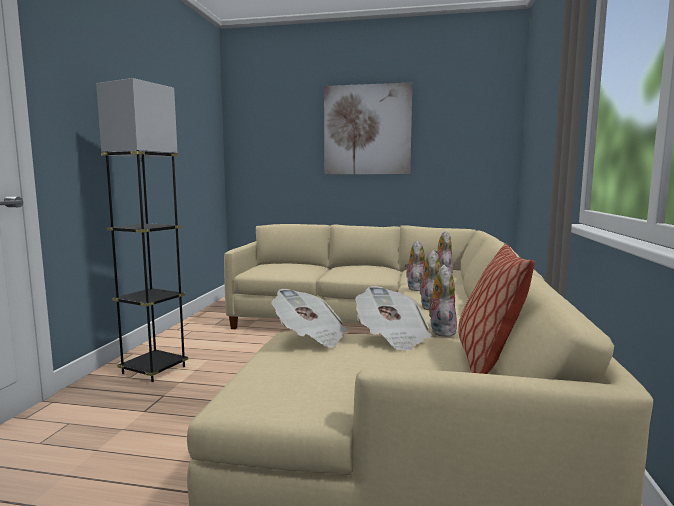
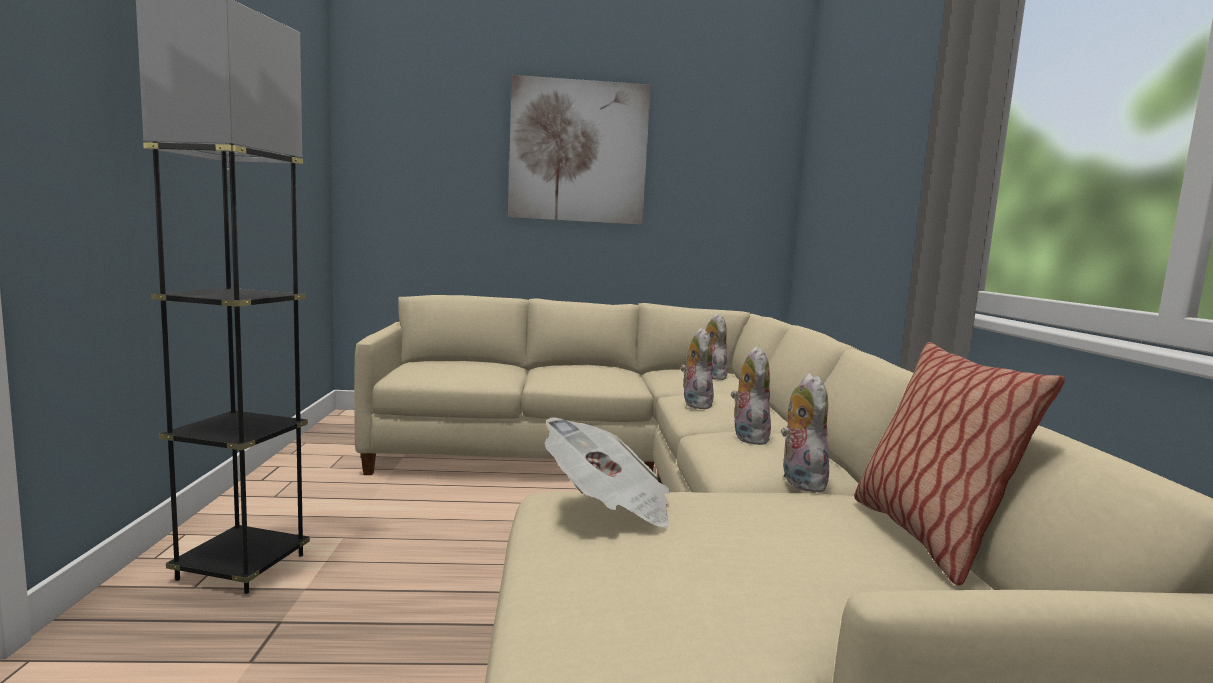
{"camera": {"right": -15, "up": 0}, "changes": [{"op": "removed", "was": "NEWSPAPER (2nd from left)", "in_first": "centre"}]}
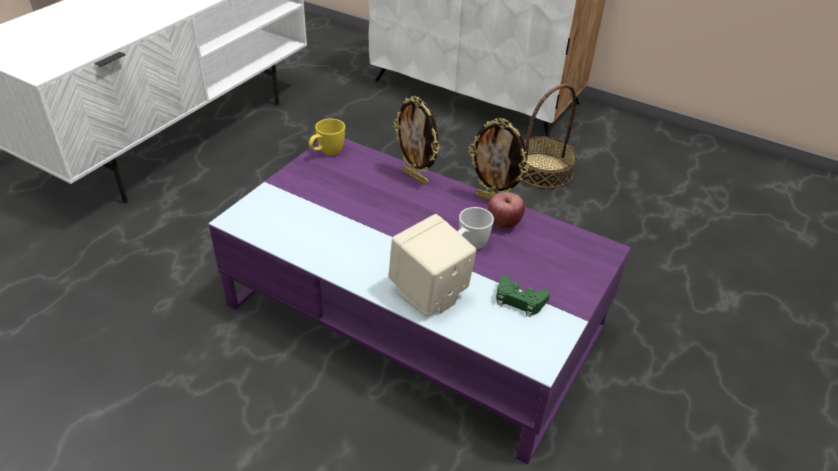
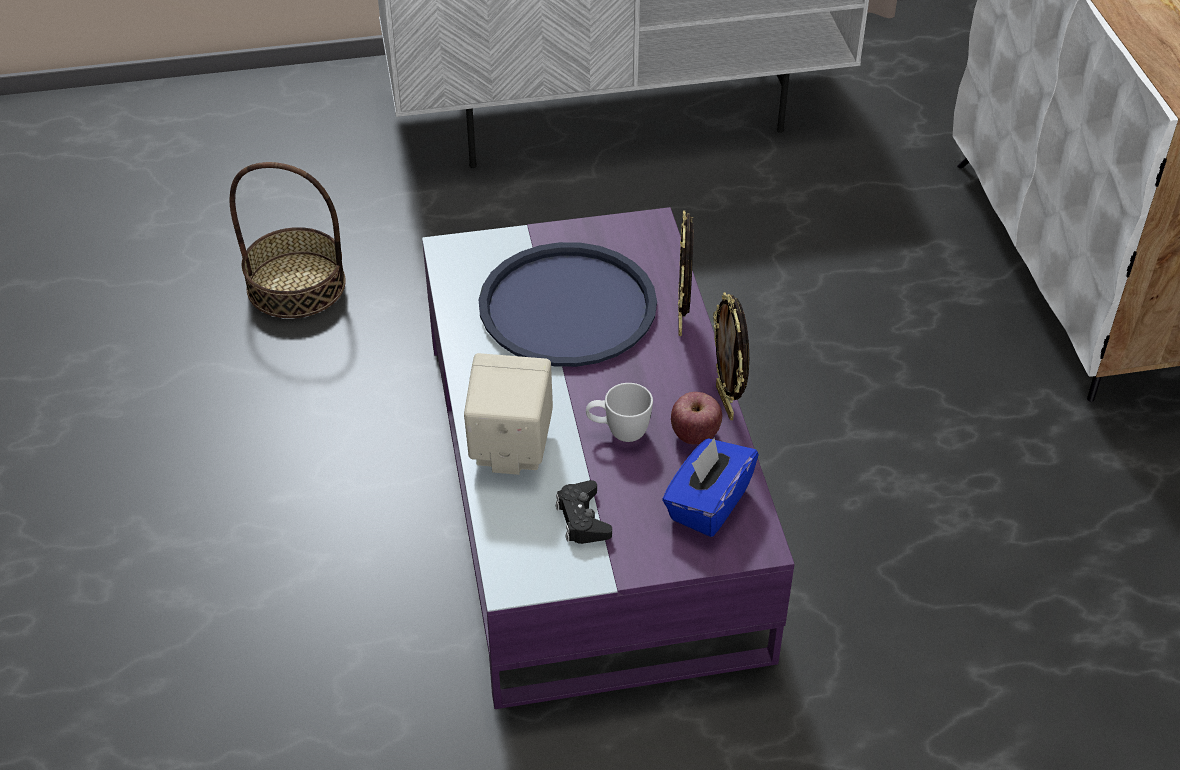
{"camera": {"right": 50, "up": 5}, "changes": [{"op": "removed", "was": "YELLOWISH COFFEE MUG", "in_first": "top centre"}, {"op": "recoloured", "was": "GREENISH GAMEPAD", "now": "BLACK-COLOURED GAMEPAD", "in_first": "centre", "in_second": "centre"}, {"op": "moved", "was": "STORAGE BASKET", "in_first": "top centre", "in_second": "top left"}, {"op": "added", "now": "BLUE TRAY", "in_second": "centre"}, {"op": "added", "now": "BLUE TISSUE HOLDER", "in_second": "centre"}]}
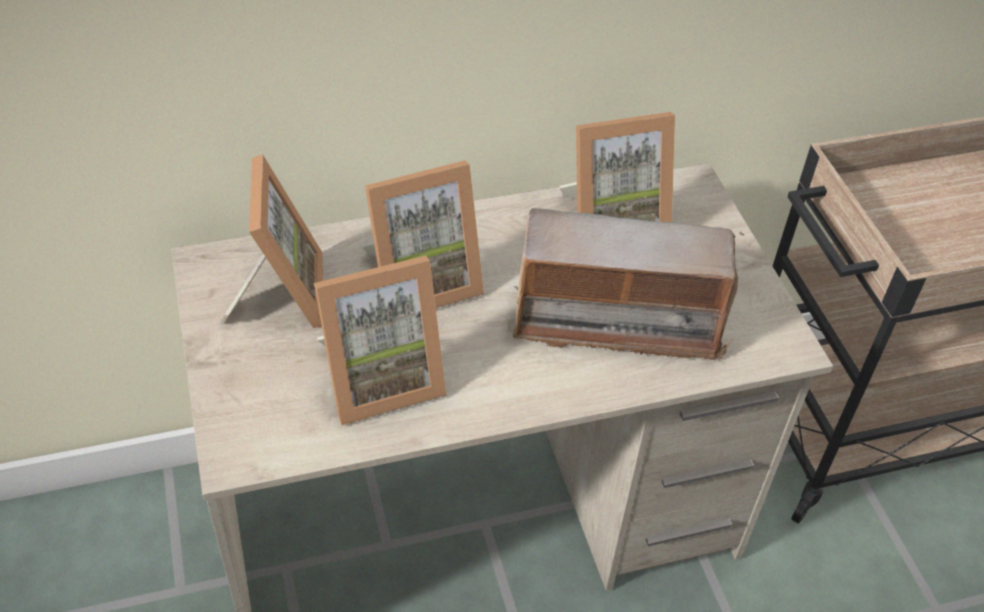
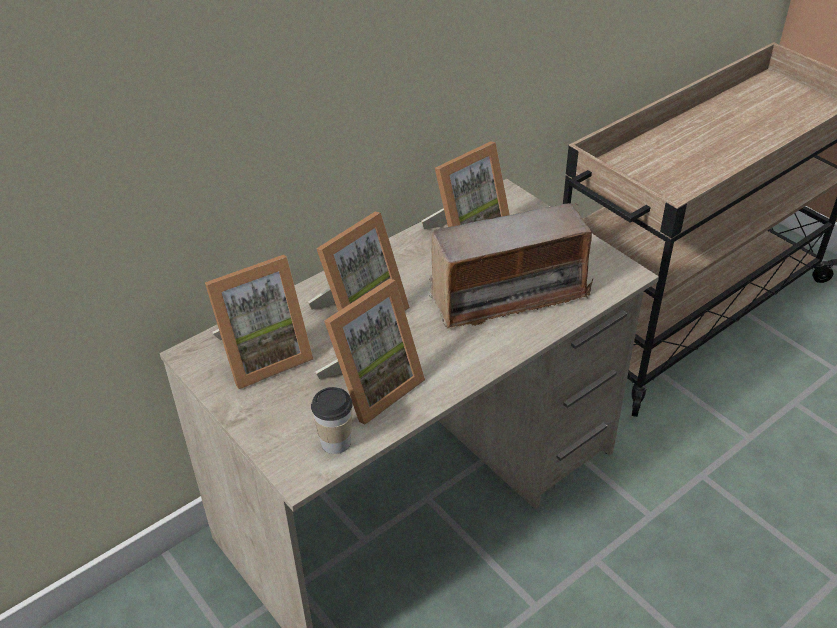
{"camera": {"right": -20, "up": -5}, "changes": [{"op": "turned", "was": "PICTURE FRAME (1st from left)", "in_first": "middle left", "in_second": "middle left", "clockwise": 90}, {"op": "added", "now": "CUP", "in_second": "bottom centre"}]}
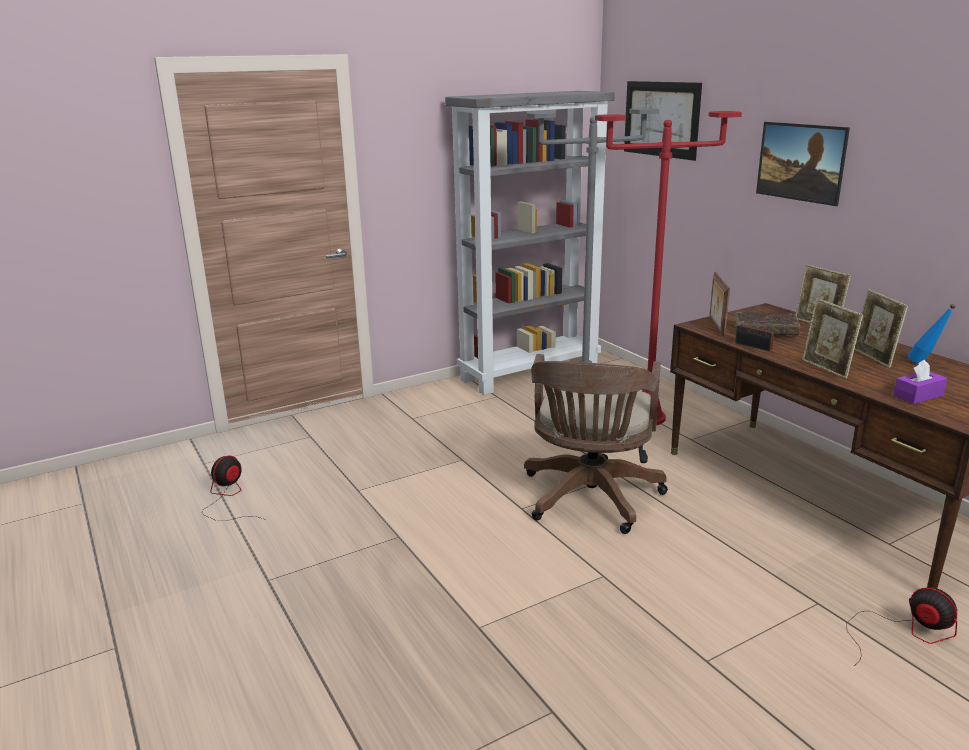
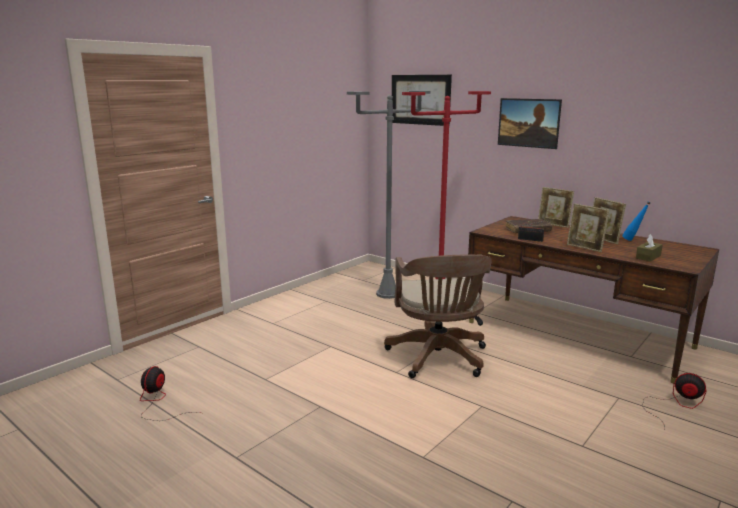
{"camera": {"right": -20, "up": -5}, "changes": [{"op": "removed", "was": "GRAY BOOKCASE", "in_first": "top centre"}, {"op": "removed", "was": "PICTURE FRAME (1st from left)", "in_first": "middle right"}, {"op": "recoloured", "was": "PURPLISH TISSUE HOLDER", "now": "BROWN-COLOURED TISSUE HOLDER", "in_first": "middle right", "in_second": "middle right"}]}
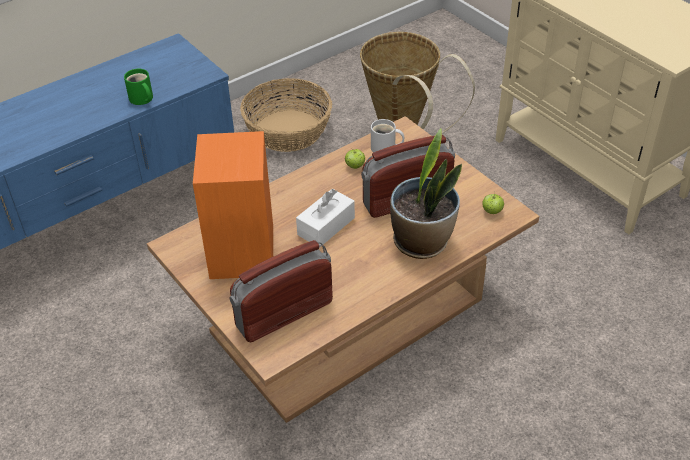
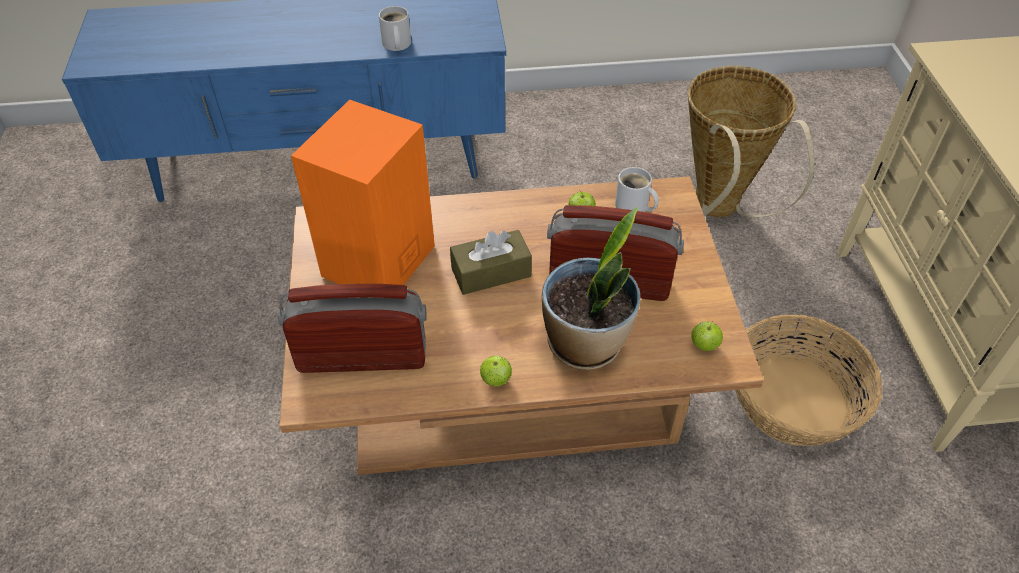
{"camera": {"right": 30, "up": 5}, "changes": [{"op": "recoloured", "was": "GREENISH COFFEE MUG", "now": "WHITE-COLOURED COFFEE MUG (1st from left)", "in_first": "top left", "in_second": "top centre"}, {"op": "moved", "was": "STORAGE BASKET (1st from left in the first image)", "now": "STORAGE BASKET (2nd from left)", "in_first": "top centre", "in_second": "middle right"}, {"op": "recoloured", "was": "WHITE-COLOURED TISSUE HOLDER", "now": "BROWN-COLOURED TISSUE HOLDER", "in_first": "centre", "in_second": "centre"}, {"op": "added", "now": "APPLE FRUIT (1st from left)", "in_second": "centre"}]}
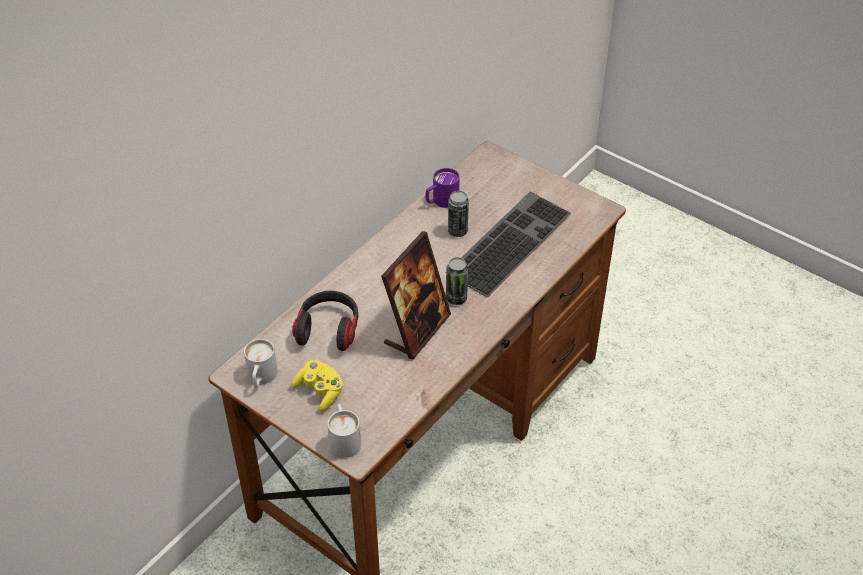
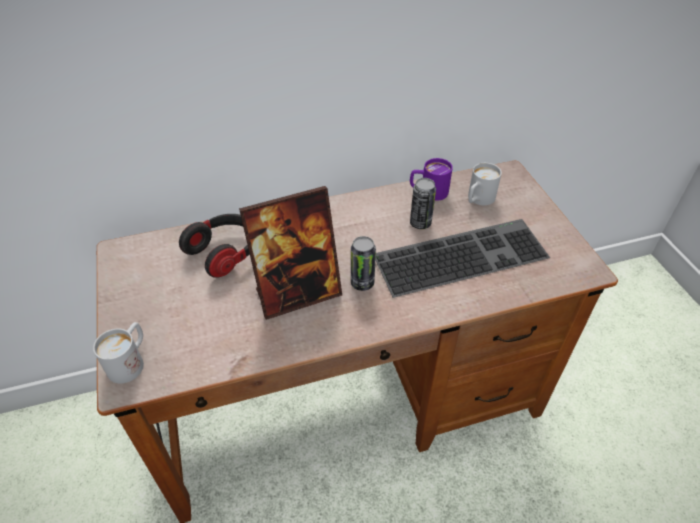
{"camera": {"right": 35, "up": 0}, "changes": [{"op": "moved", "was": "WHITE-COLOURED COFFEE MUG (1st from left in the first image)", "now": "WHITE-COLOURED COFFEE MUG (2nd from left)", "in_first": "middle left", "in_second": "middle right"}, {"op": "removed", "was": "YELLOWISH GAMEPAD", "in_first": "bottom centre"}]}
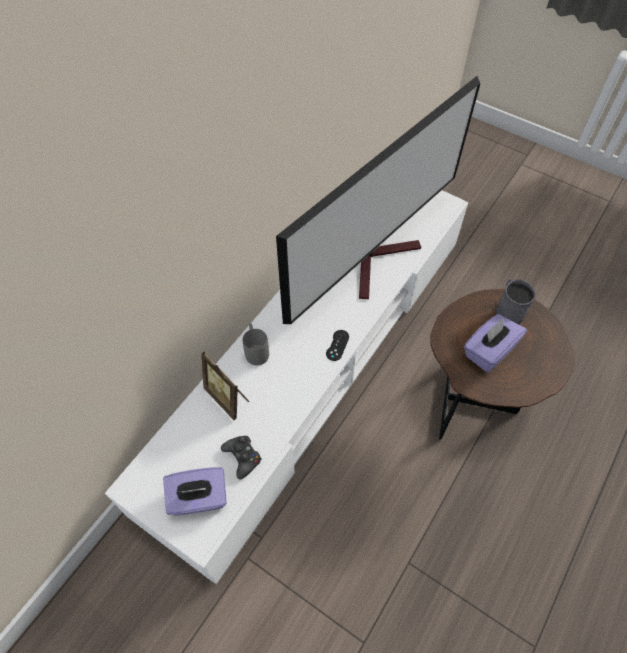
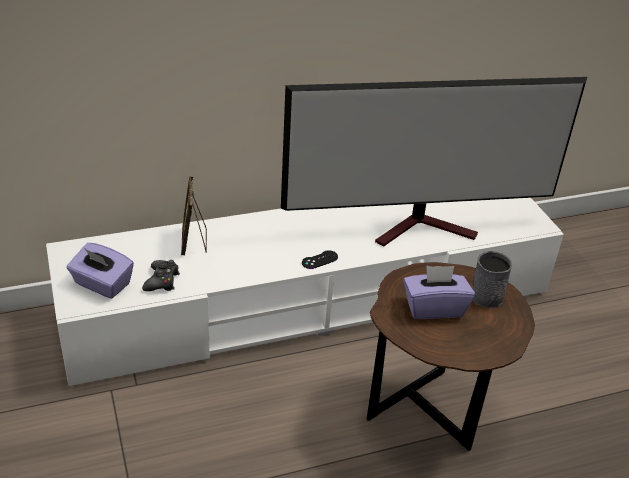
{"camera": {"right": 35, "up": -20}, "changes": [{"op": "removed", "was": "GRAY COFFEE MUG (1st from left)", "in_first": "centre"}]}
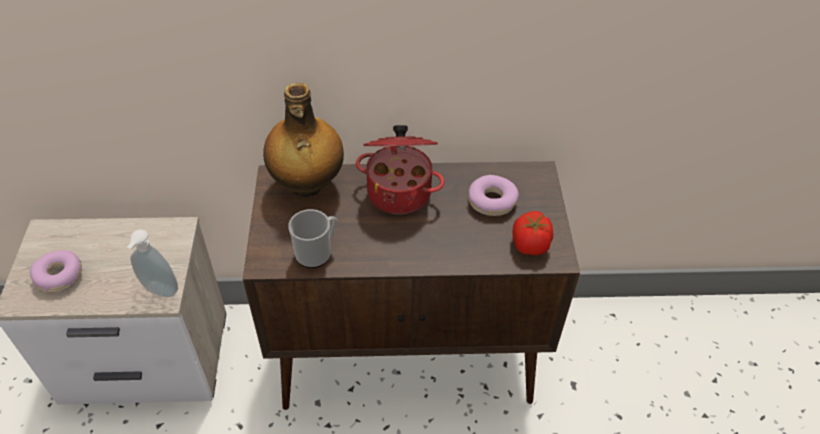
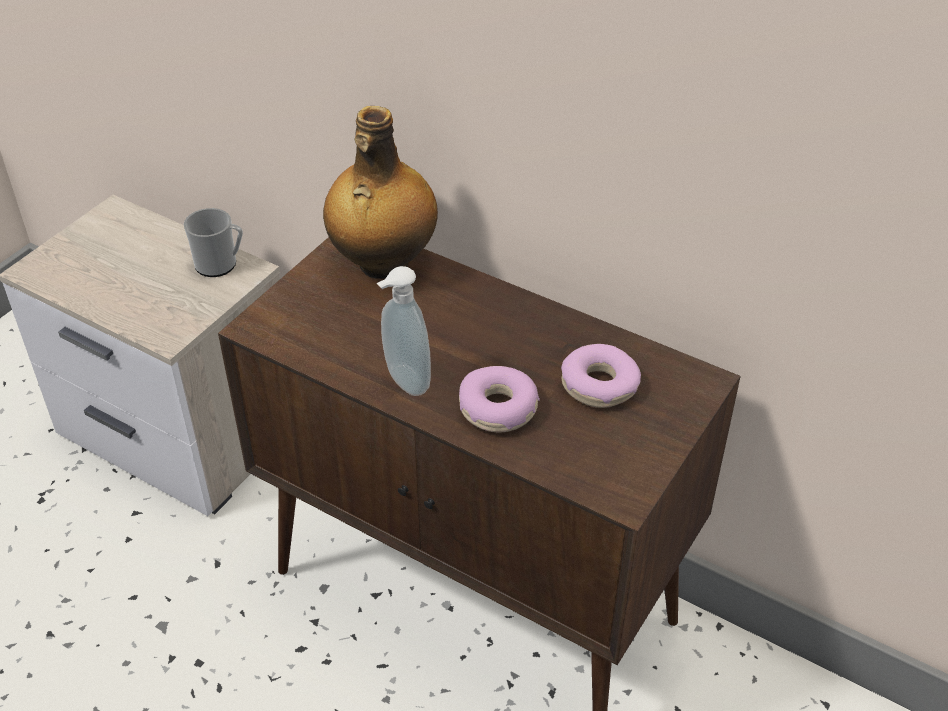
{"camera": {"right": 35, "up": -5}, "changes": [{"op": "moved", "was": "RING DOUGHNUT (1st from left)", "in_first": "middle left", "in_second": "centre"}, {"op": "moved", "was": "LIQUID SOAP BOTTLE", "in_first": "middle left", "in_second": "centre"}, {"op": "moved", "was": "COFFEE MUG", "in_first": "centre", "in_second": "middle left"}, {"op": "removed", "was": "STOCKPOT", "in_first": "centre"}, {"op": "removed", "was": "FRESH TOMATO", "in_first": "centre"}]}
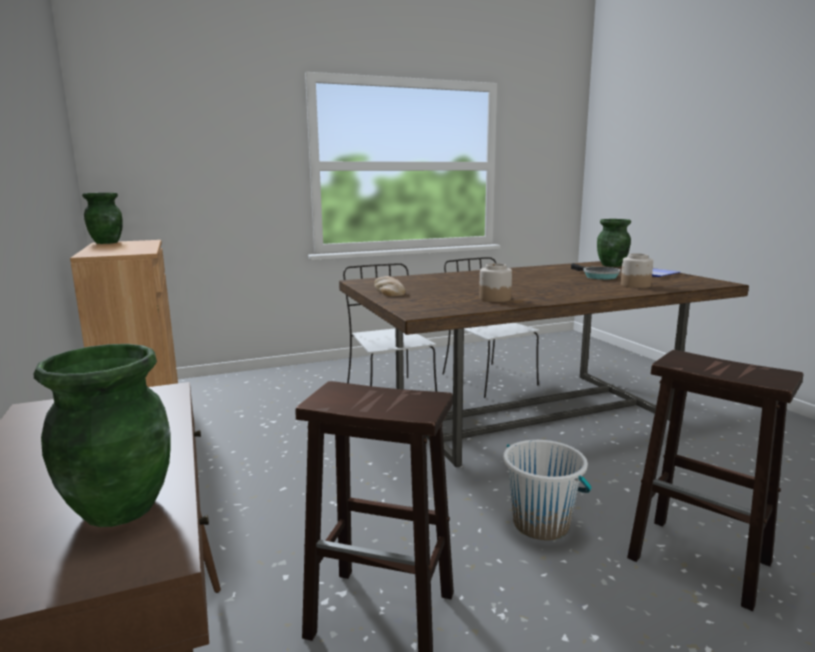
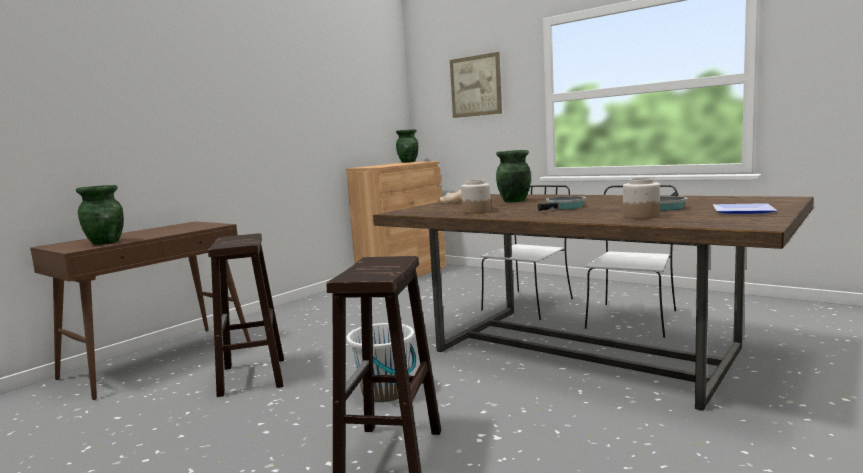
{"camera": {"right": 60, "up": -5}, "changes": [{"op": "moved", "was": "GREENISH DECORATIVE VASE (3rd from left)", "in_first": "middle right", "in_second": "centre"}, {"op": "added", "now": "PICTURE", "in_second": "top centre"}, {"op": "added", "now": "FRYING PAN (1st from left)", "in_second": "centre"}]}
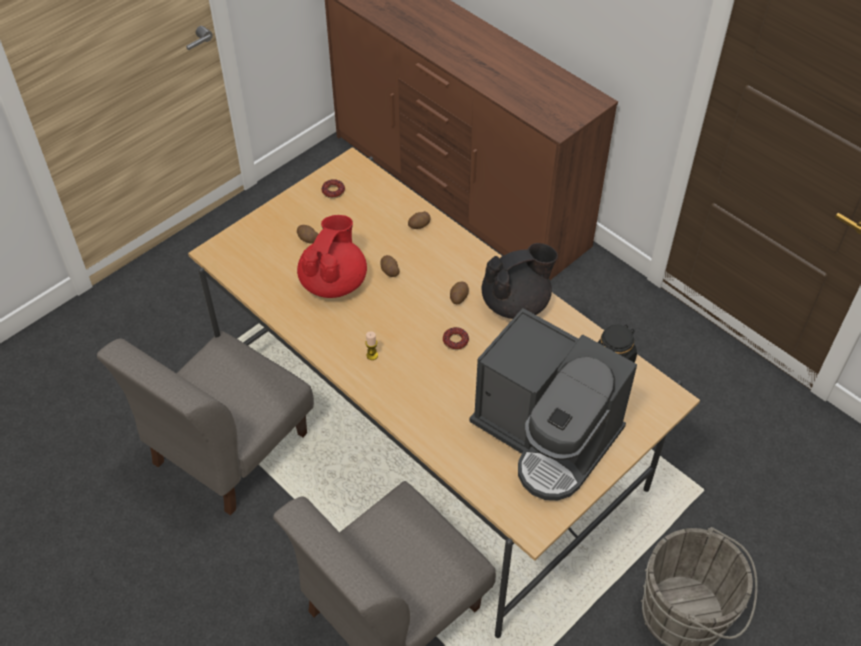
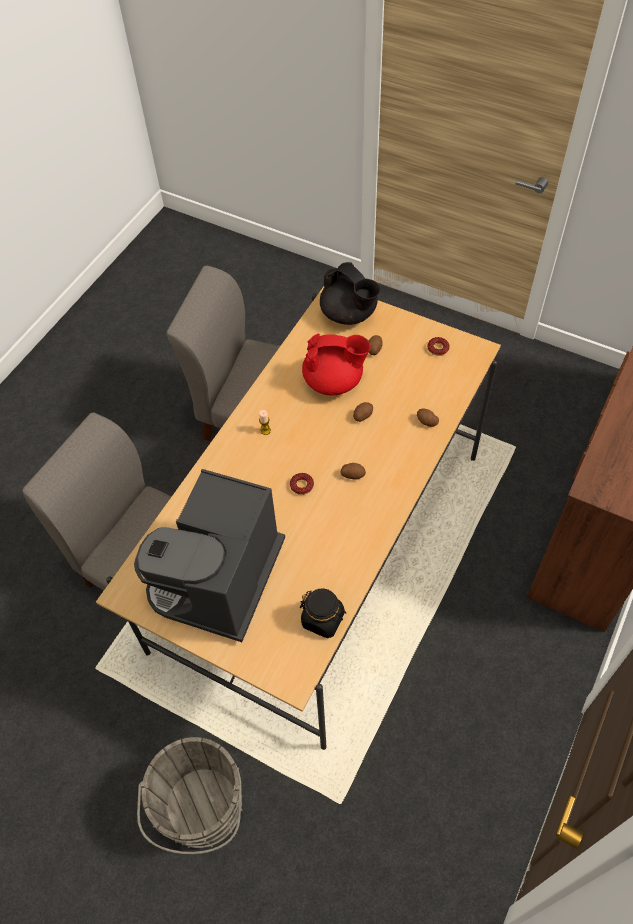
{"camera": {"right": 75, "up": 5}, "changes": [{"op": "moved", "was": "BLACK-COLOURED TEA POT", "in_first": "centre", "in_second": "top centre"}]}
